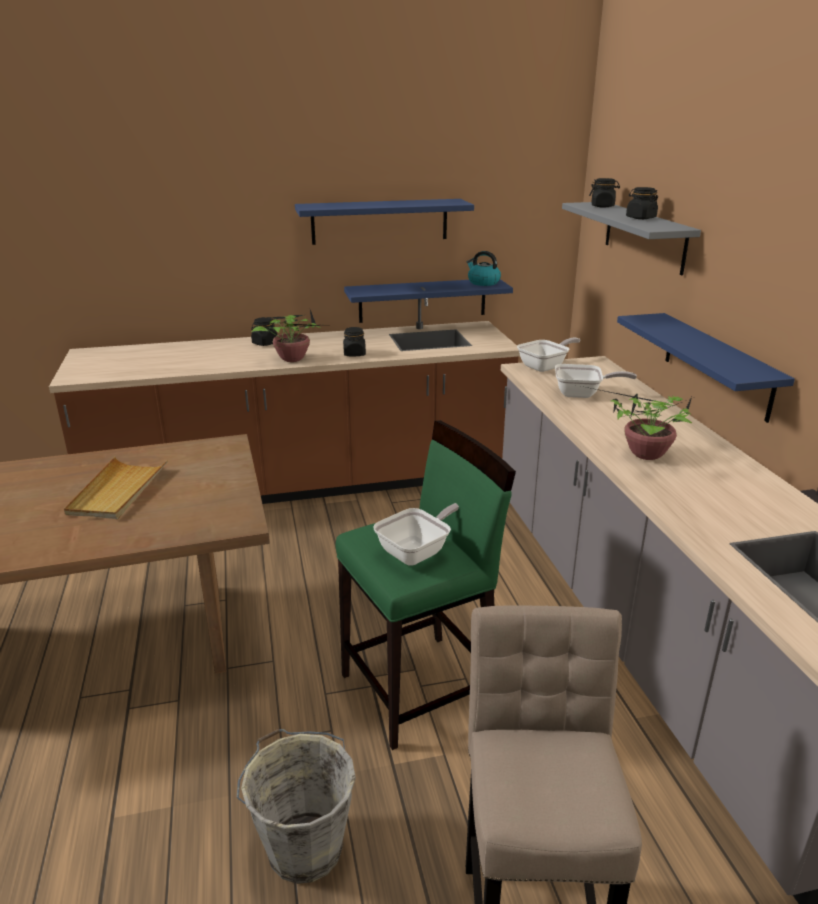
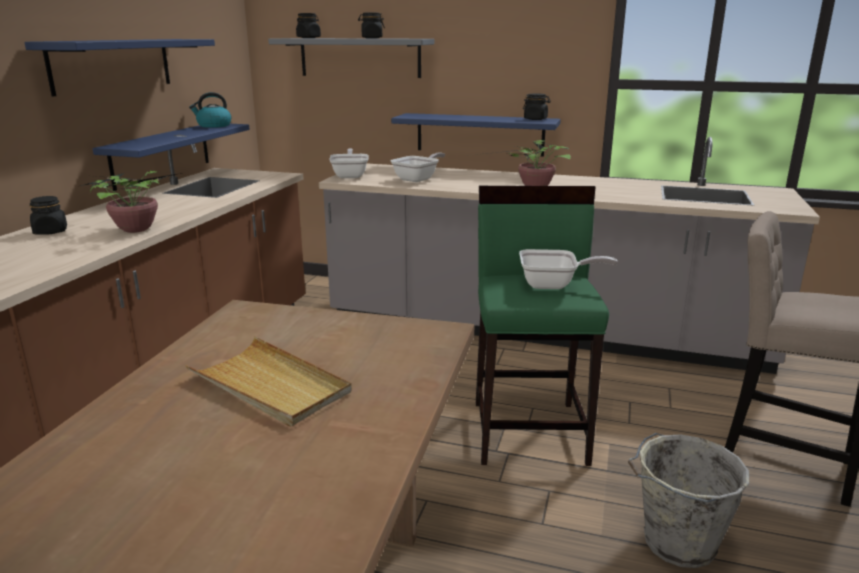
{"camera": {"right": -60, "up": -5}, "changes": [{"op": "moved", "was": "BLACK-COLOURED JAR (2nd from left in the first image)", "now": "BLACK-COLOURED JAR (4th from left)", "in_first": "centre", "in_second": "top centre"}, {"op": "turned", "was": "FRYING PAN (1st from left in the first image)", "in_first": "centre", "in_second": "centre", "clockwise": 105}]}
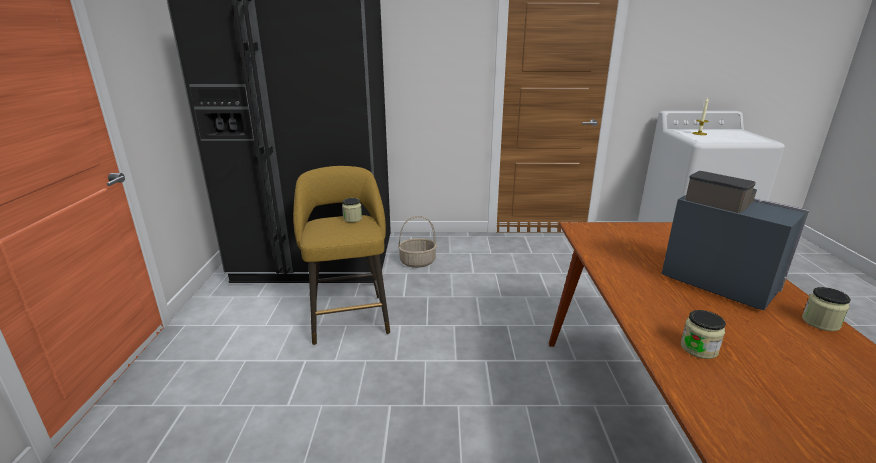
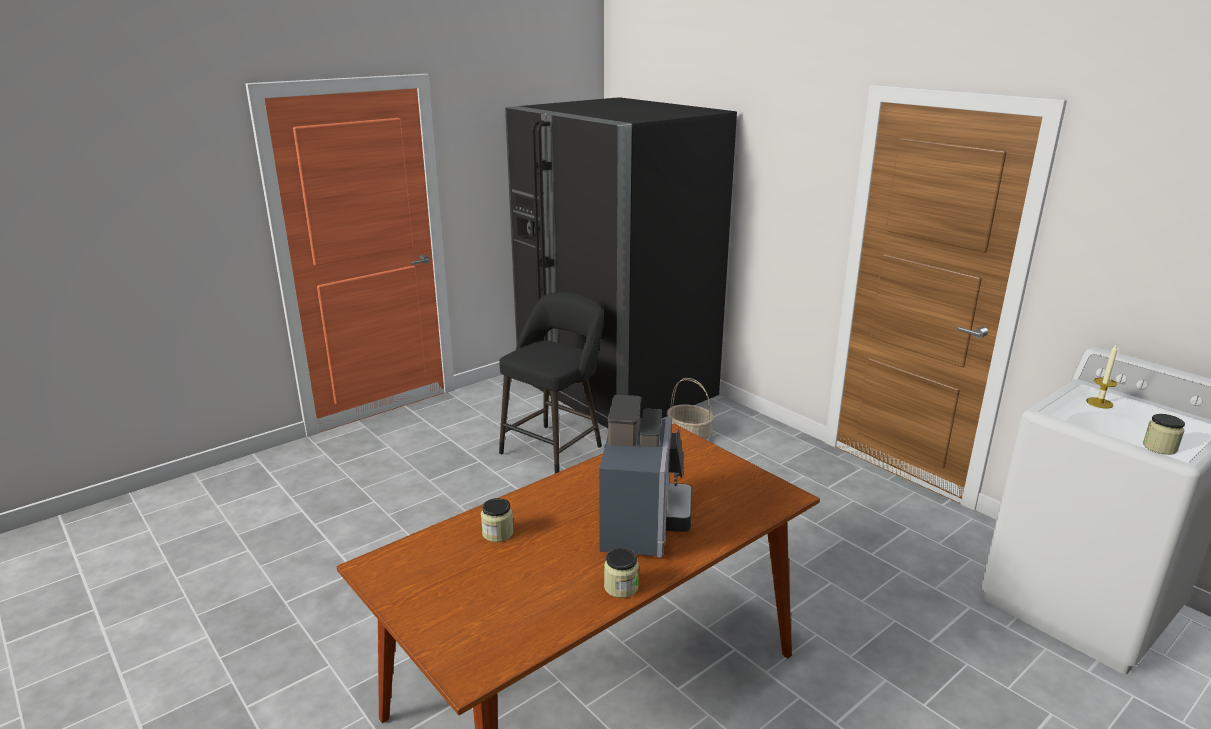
{"camera": {"right": 50, "up": 0}, "changes": [{"op": "recoloured", "was": "YELLOWISH STOOL SEAT", "now": "BLACK-COLOURED STOOL SEAT", "in_first": "centre", "in_second": "centre"}, {"op": "moved", "was": "JAR (1st from left in the first image)", "now": "JAR (3rd from left)", "in_first": "centre", "in_second": "middle right"}]}
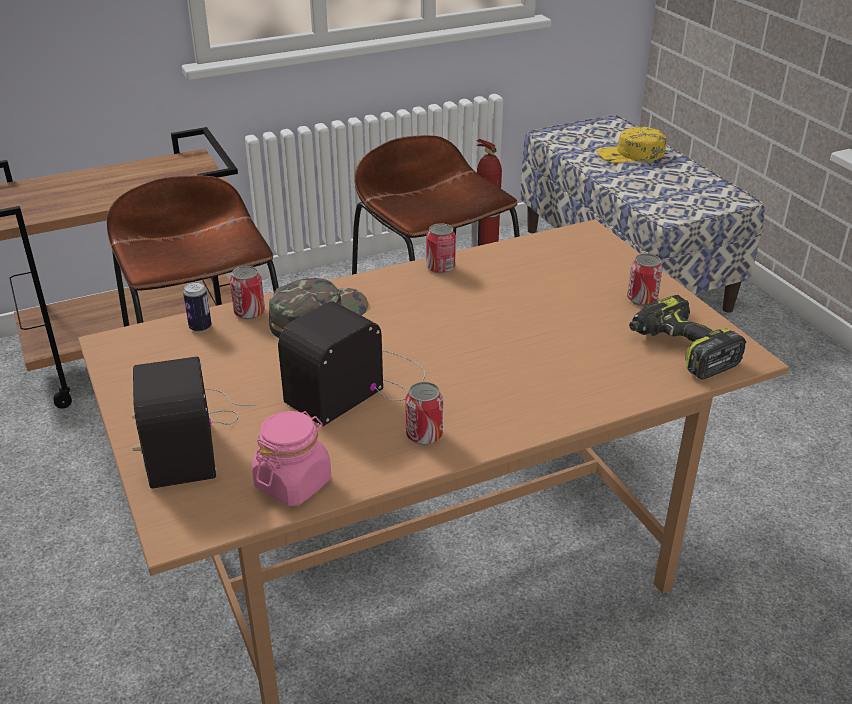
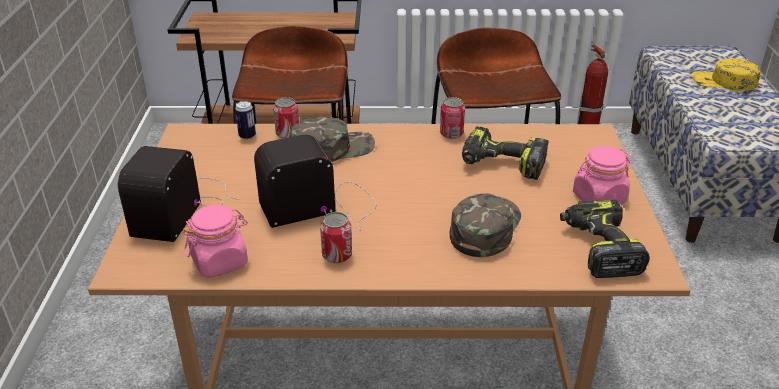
{"camera": {"right": 25, "up": 0}, "changes": [{"op": "replaced", "was": "CAN (5th from left)", "now": "PINK-COLOURED JAR (2nd from left)", "in_first": "middle right", "in_second": "middle right"}, {"op": "added", "now": "GREENISH BASEBALL CAP (2nd from left)", "in_second": "centre"}, {"op": "added", "now": "DRILL (1st from left)", "in_second": "centre"}]}
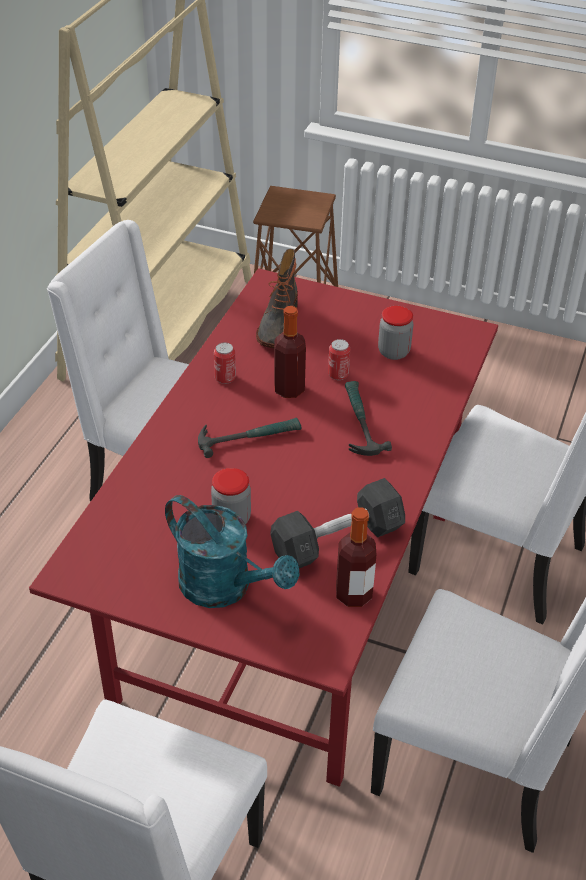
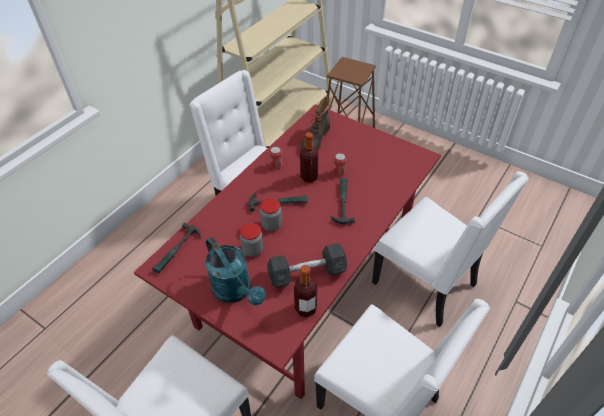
{"camera": {"right": 15, "up": 5}, "changes": [{"op": "moved", "was": "JAR (2nd from left)", "in_first": "middle right", "in_second": "centre"}, {"op": "added", "now": "HAMMER (1st from left)", "in_second": "middle left"}]}
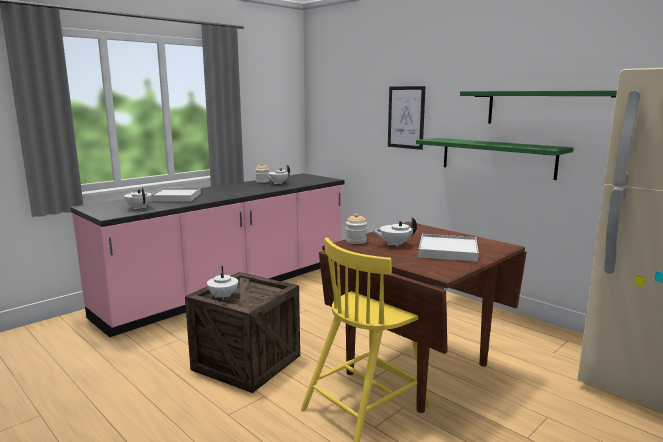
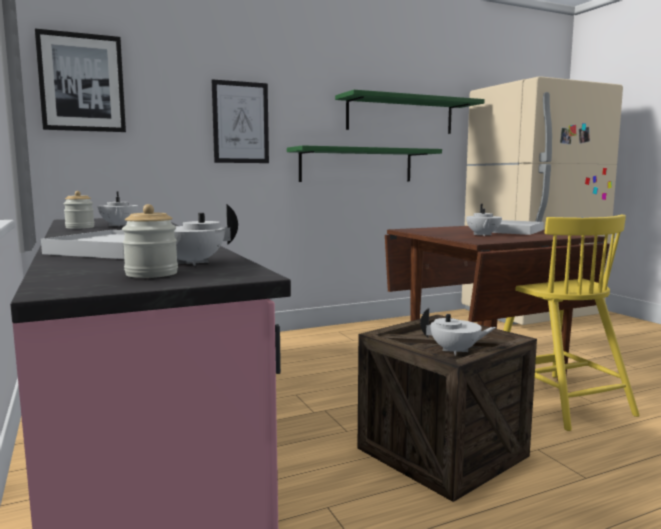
{"camera": {"right": -70, "up": -5}, "changes": [{"op": "moved", "was": "JAR (2nd from left)", "in_first": "centre", "in_second": "middle left"}, {"op": "added", "now": "PICTURE (1st from left)", "in_second": "top left"}]}
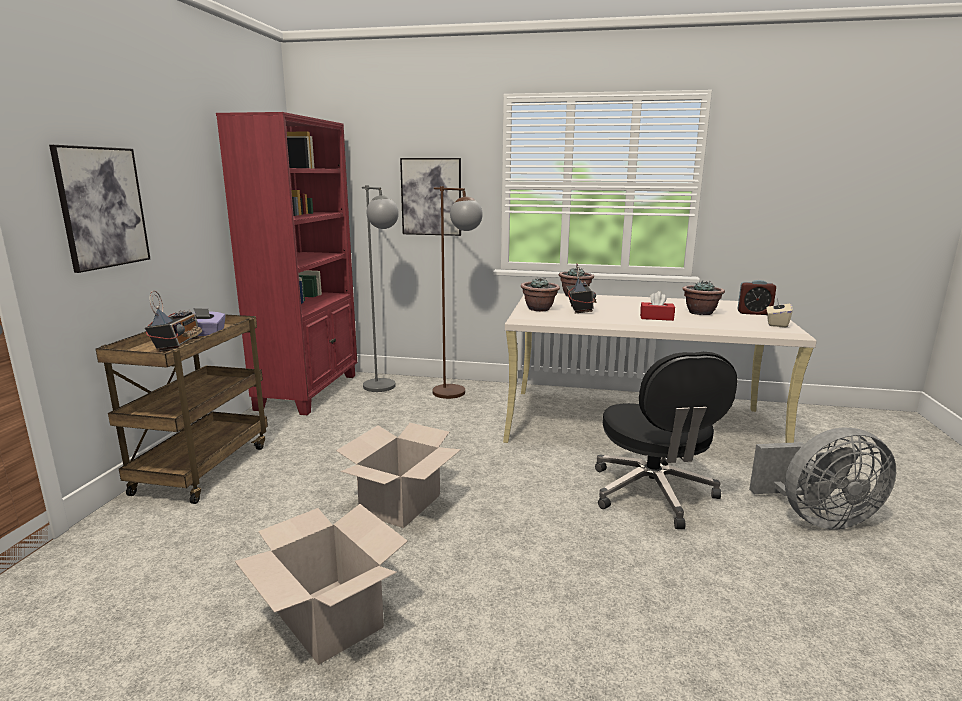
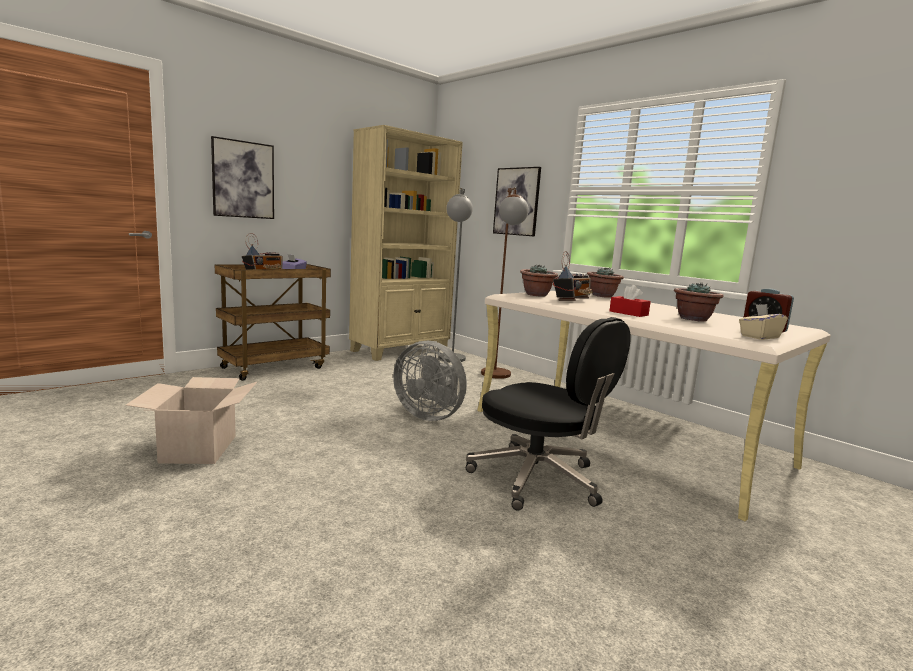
{"camera": {"right": 35, "up": -5}, "changes": [{"op": "recoloured", "was": "RED BOOKCASE", "now": "BEIGE BOOKCASE", "in_first": "middle left", "in_second": "centre"}, {"op": "removed", "was": "CARTON (2nd from left)", "in_first": "bottom centre"}, {"op": "turned", "was": "BLACK-COLOURED OFFICE CHAIR", "in_first": "middle right", "in_second": "centre", "clockwise": -75}, {"op": "moved", "was": "GRAY FAN", "in_first": "bottom right", "in_second": "centre"}]}
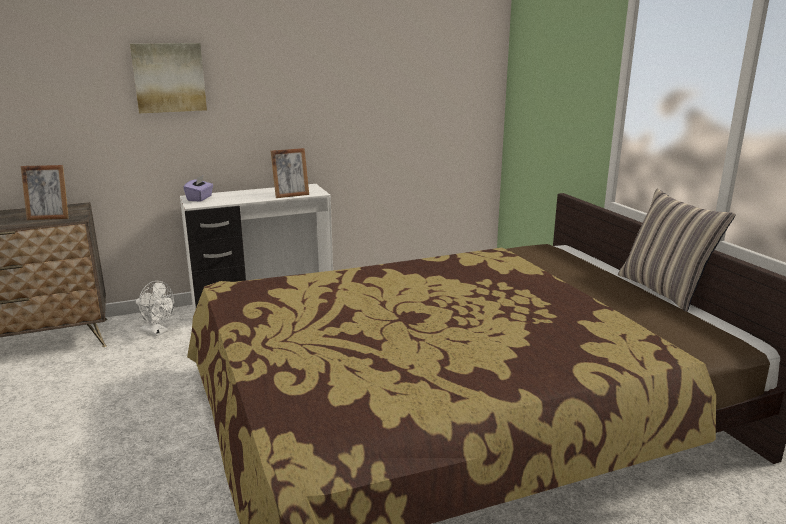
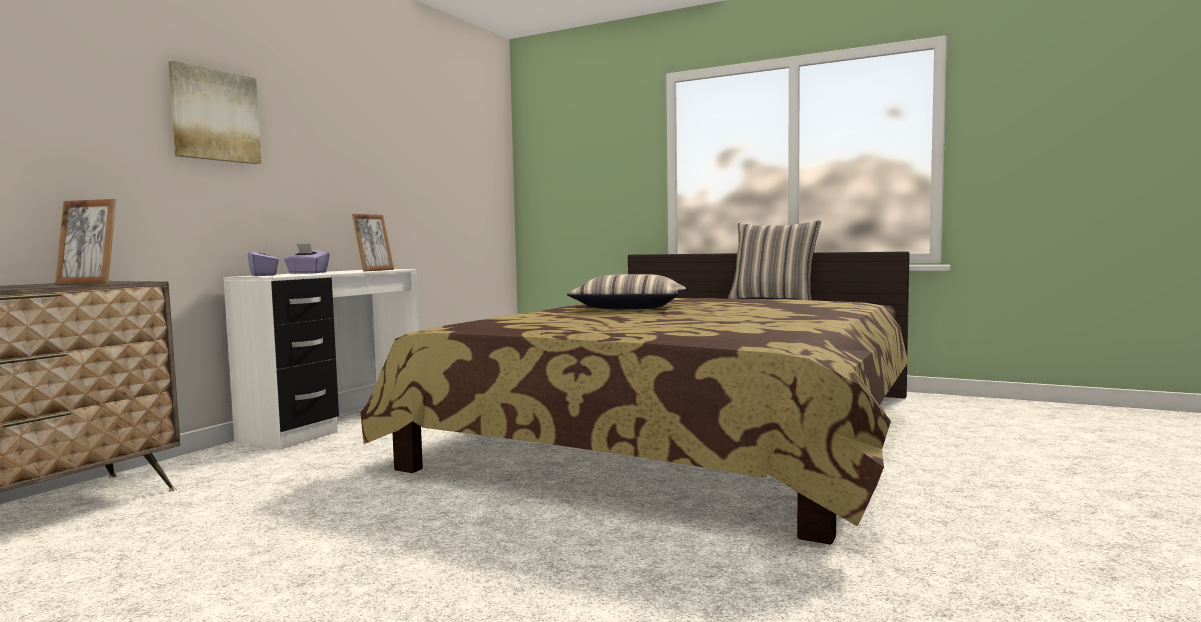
{"camera": {"right": -40, "up": -15}, "changes": [{"op": "turned", "was": "PICTURE FRAME (1st from left)", "in_first": "middle left", "in_second": "middle left", "clockwise": 60}, {"op": "removed", "was": "WHITE-COLOURED FAN", "in_first": "middle left"}, {"op": "added", "now": "PURPLISH TISSUE HOLDER (2nd from left)", "in_second": "middle left"}, {"op": "added", "now": "CUSHION (1st from left)", "in_second": "centre"}]}
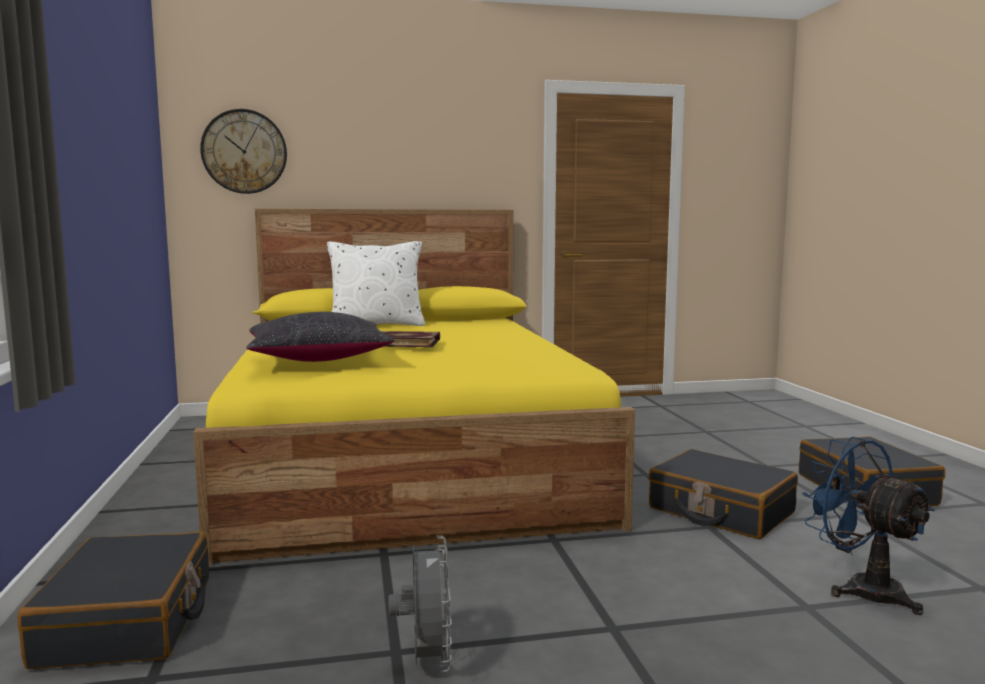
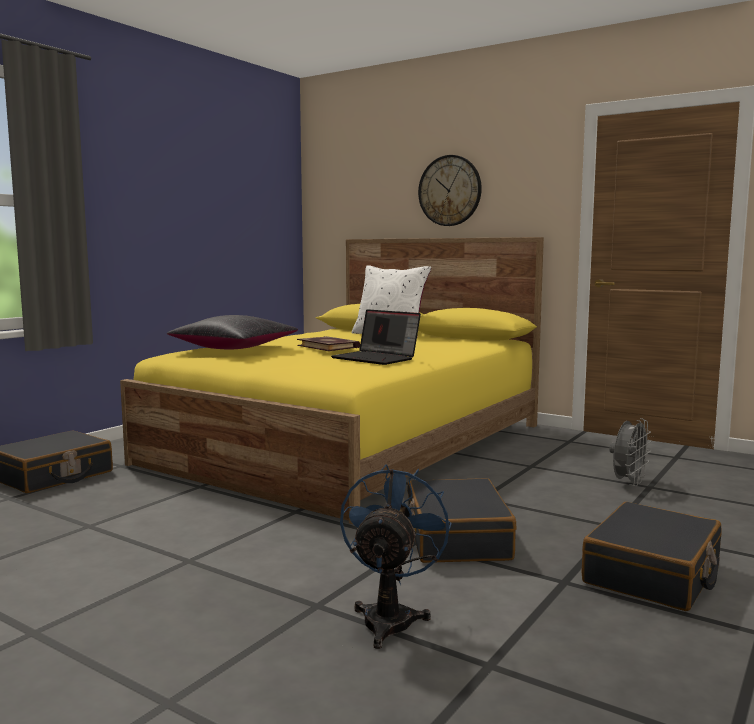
{"camera": {"right": 45, "up": 0}, "changes": [{"op": "moved", "was": "WALL CLOCK", "in_first": "top left", "in_second": "top centre"}, {"op": "moved", "was": "GRAY FAN", "in_first": "bottom centre", "in_second": "middle right"}, {"op": "added", "now": "LAPTOP", "in_second": "centre"}]}
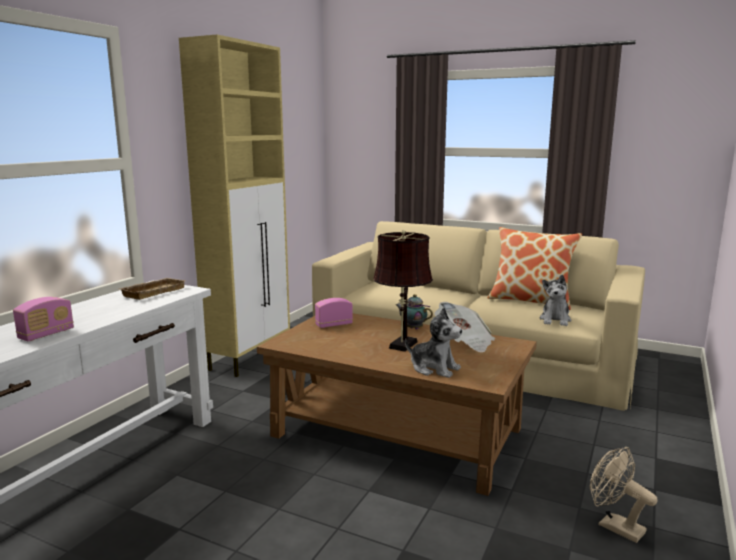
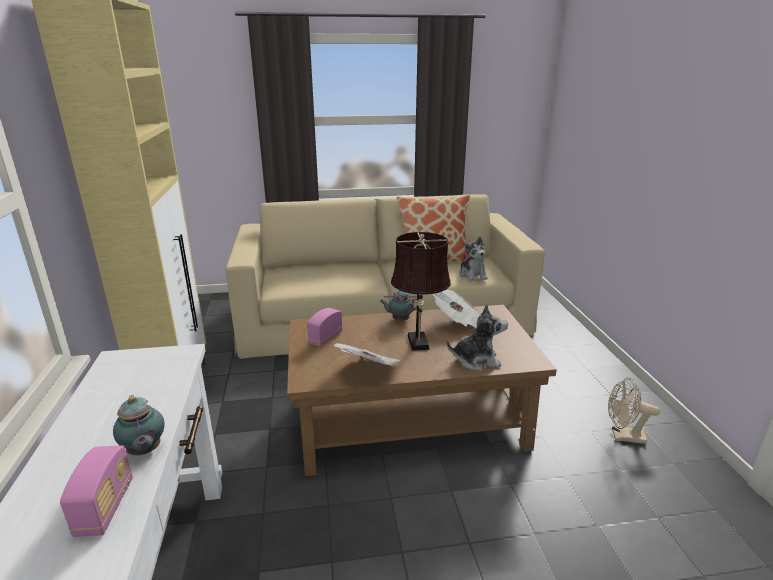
{"camera": {"right": -35, "up": 10}, "changes": [{"op": "removed", "was": "BEIGE TRAY", "in_first": "middle left"}, {"op": "added", "now": "TEA POT (1st from left)", "in_second": "bottom left"}, {"op": "added", "now": "NEWSPAPER (1st from left)", "in_second": "centre"}]}
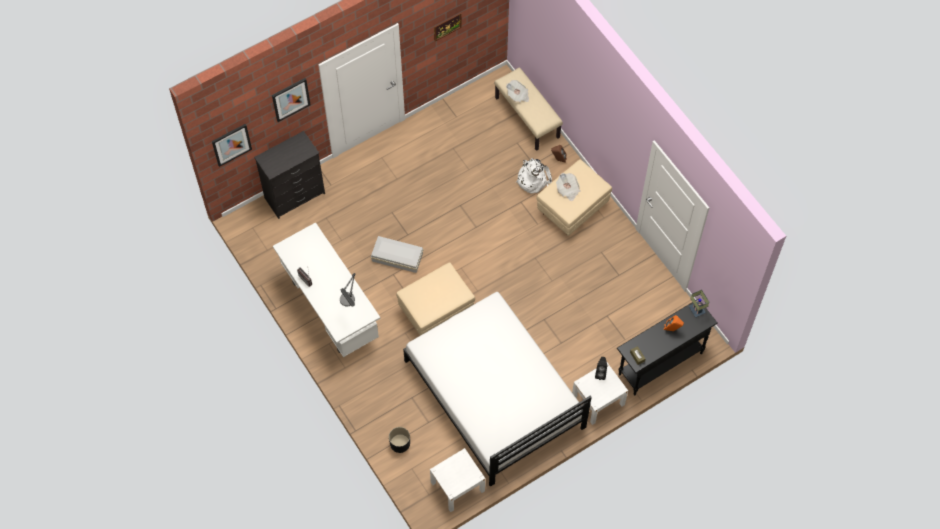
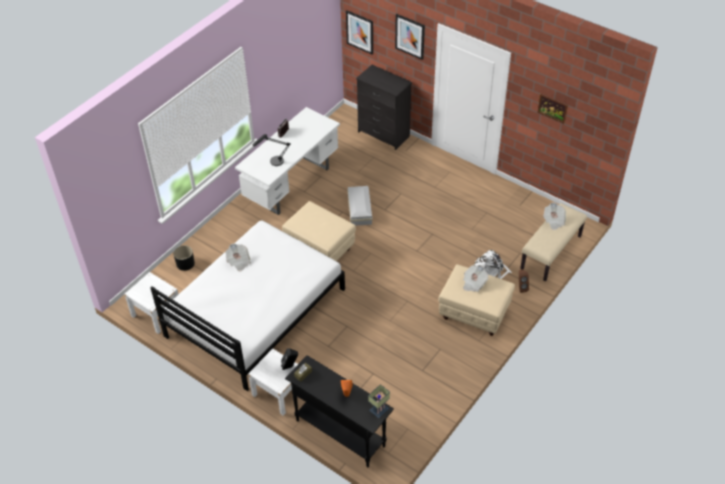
{"camera": {"right": 70, "up": -15}, "changes": [{"op": "added", "now": "NEWSPAPER (1st from left)", "in_second": "middle left"}]}
